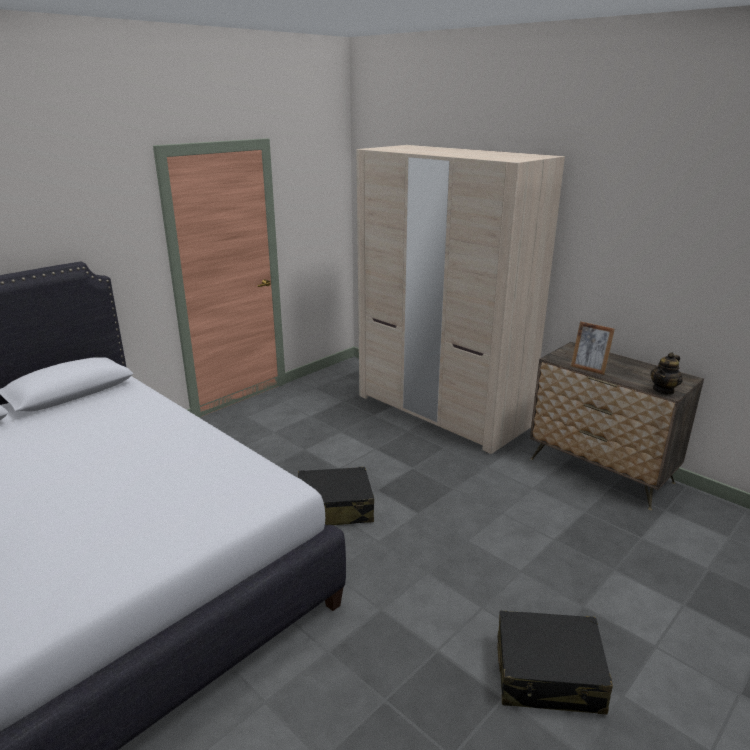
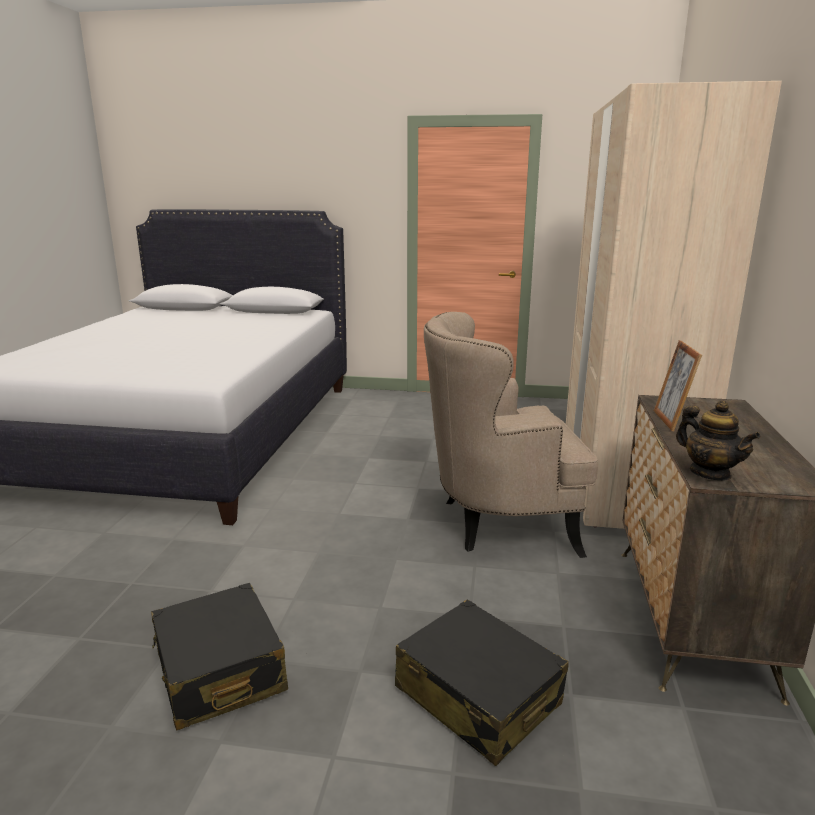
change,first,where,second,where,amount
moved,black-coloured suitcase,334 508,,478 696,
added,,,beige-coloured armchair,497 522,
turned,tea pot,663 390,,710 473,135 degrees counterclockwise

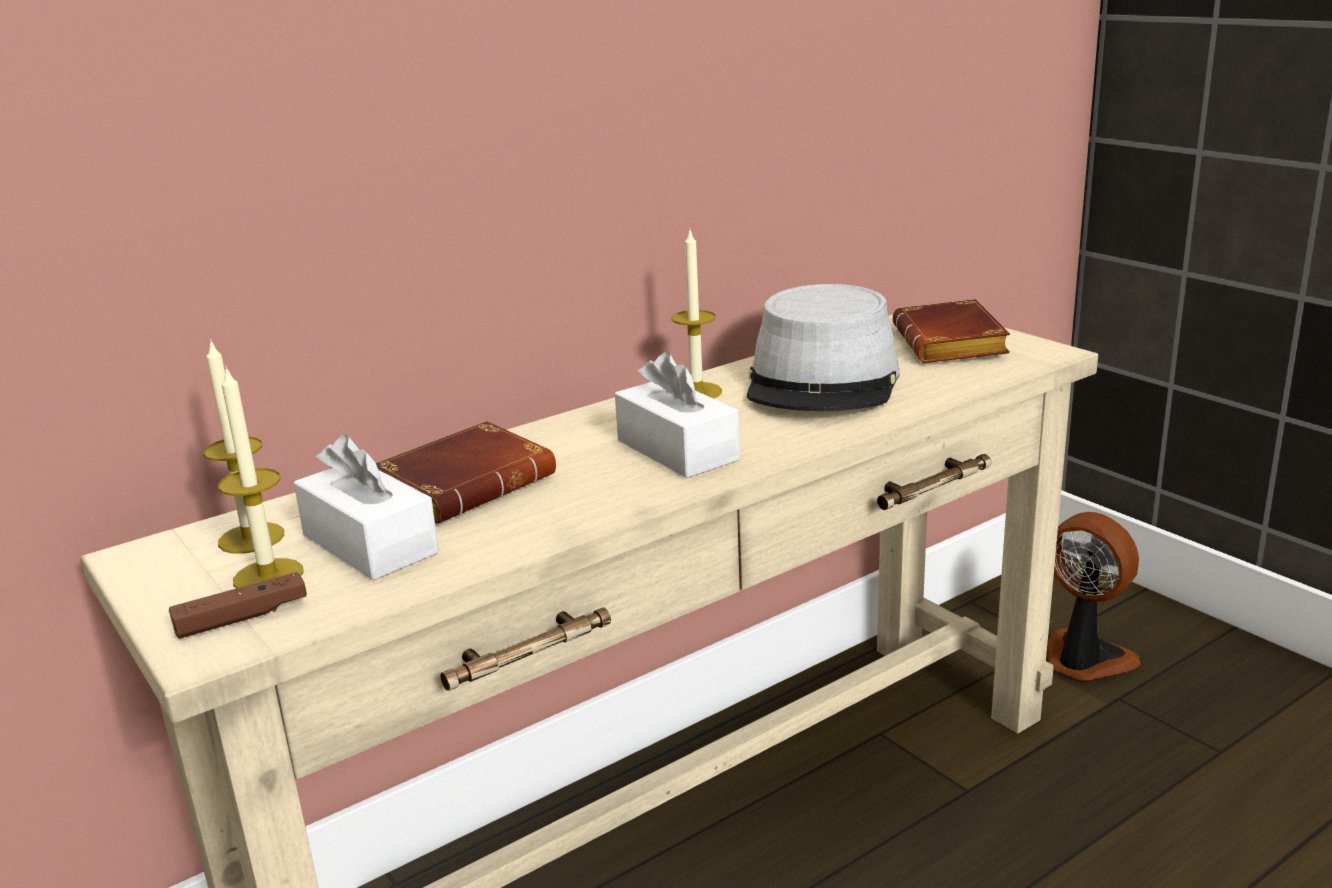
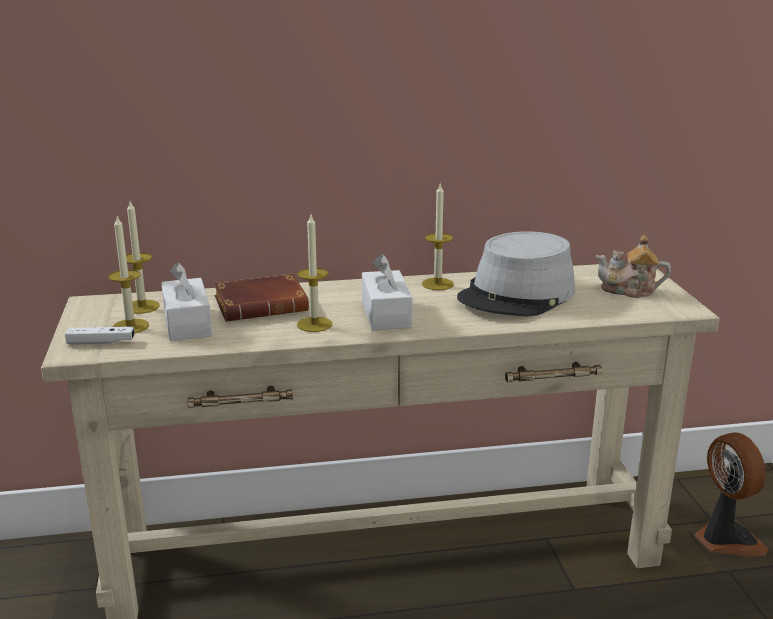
change,first,where,second,where,amount
recoloured,brown joypad,242 618,white joypad,101 342,
added,,,wax candle,314 324,
replaced,brown bound book,953 345,tea pot,629 290,

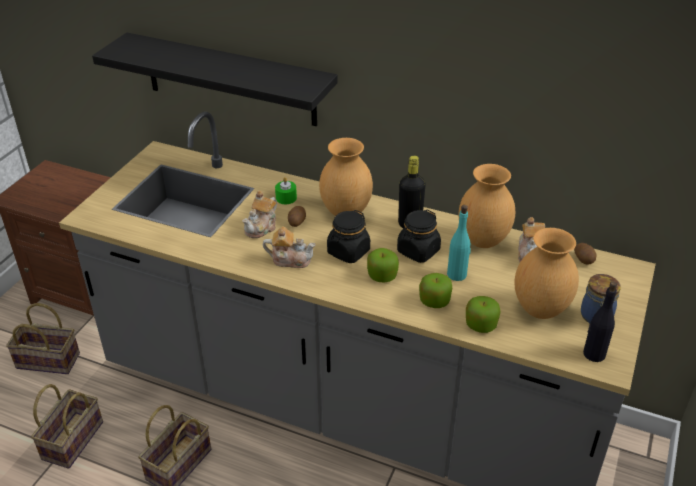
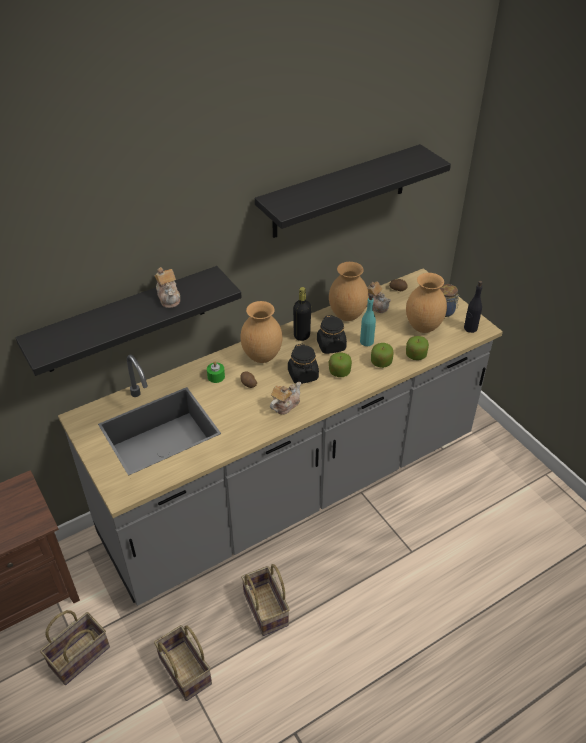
change,first,where,second,where,amount
moved,tea pot,262 227,,169 297,
added,,,black-coloured wall shelf,340 192,

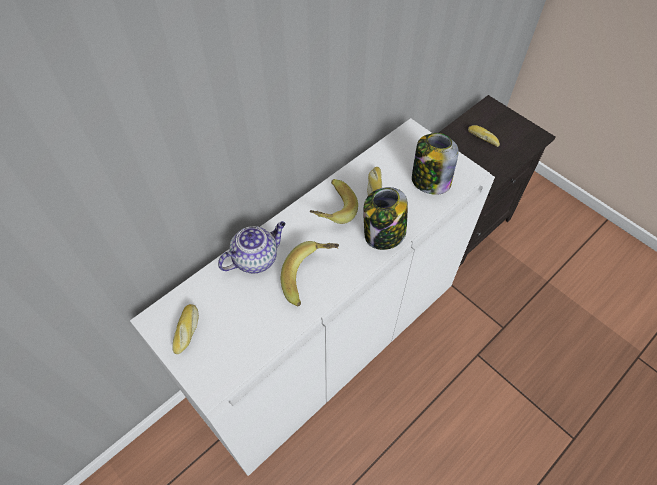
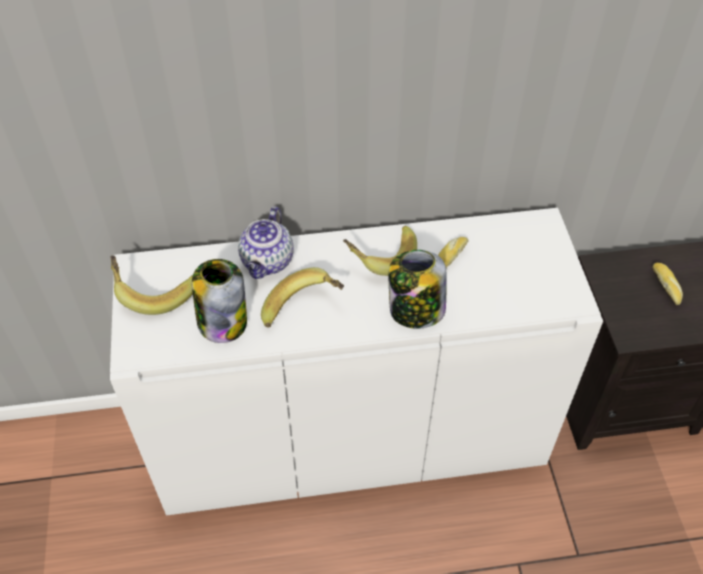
change,first,where,second,where,amount
replaced,baked bread,187 331,banana fruit,153 292,
moved,preserve jar,430 181,,222 321,
turned,tea pot,256 258,,267 262,105 degrees clockwise

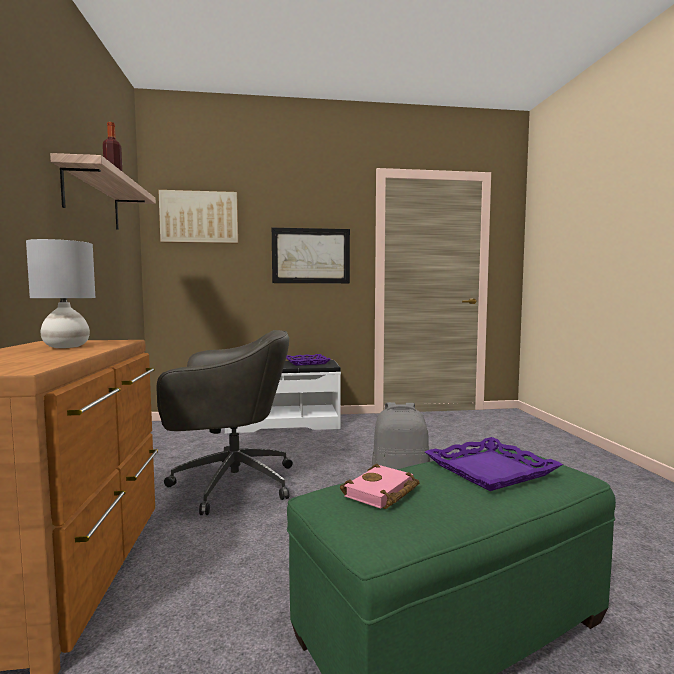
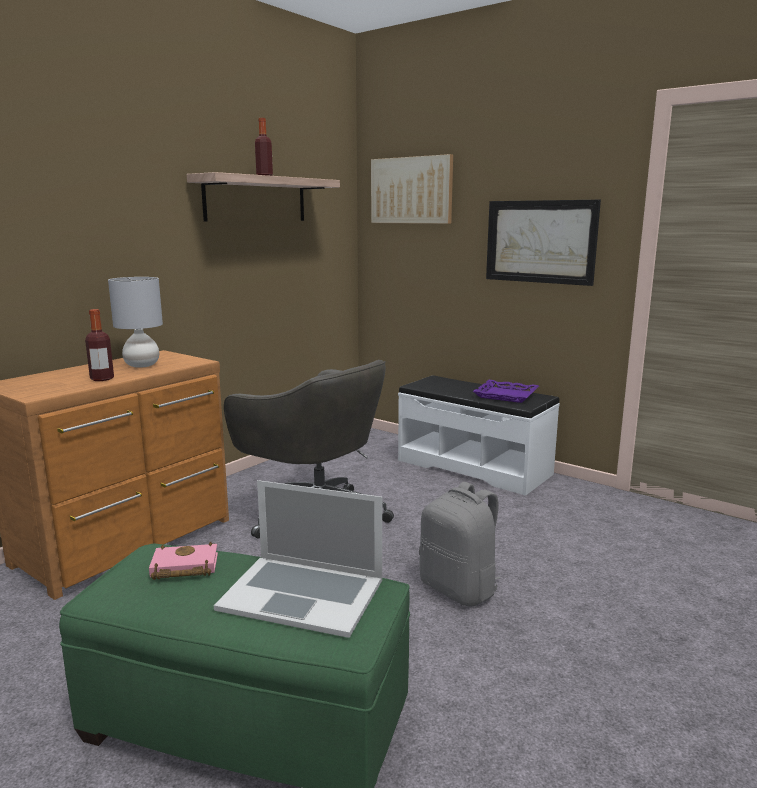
change,first,where,second,where,amount
added,,,drink bottle,102 379,
replaced,purple-coloured serving tray,489 470,portable computer,302 594,

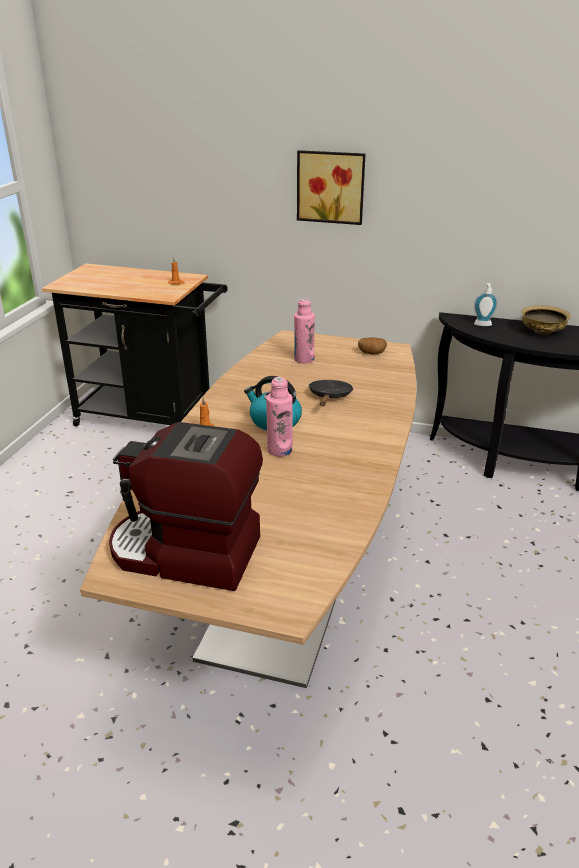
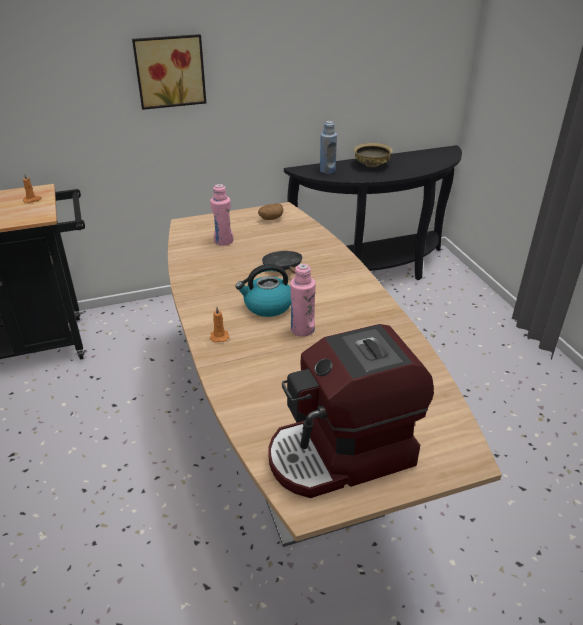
change,first,where,second,where,amount
replaced,liquid soap bottle,482 325,bluish drink bottle,327 170,

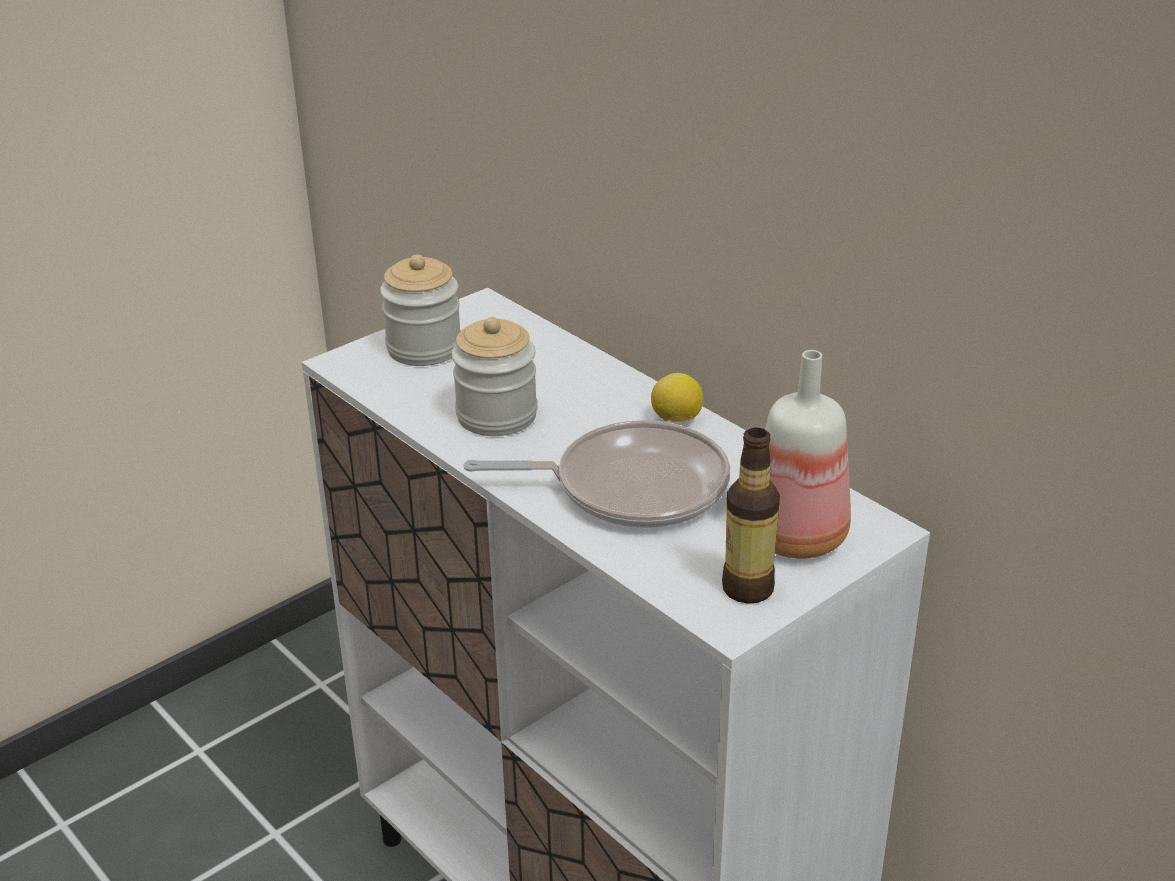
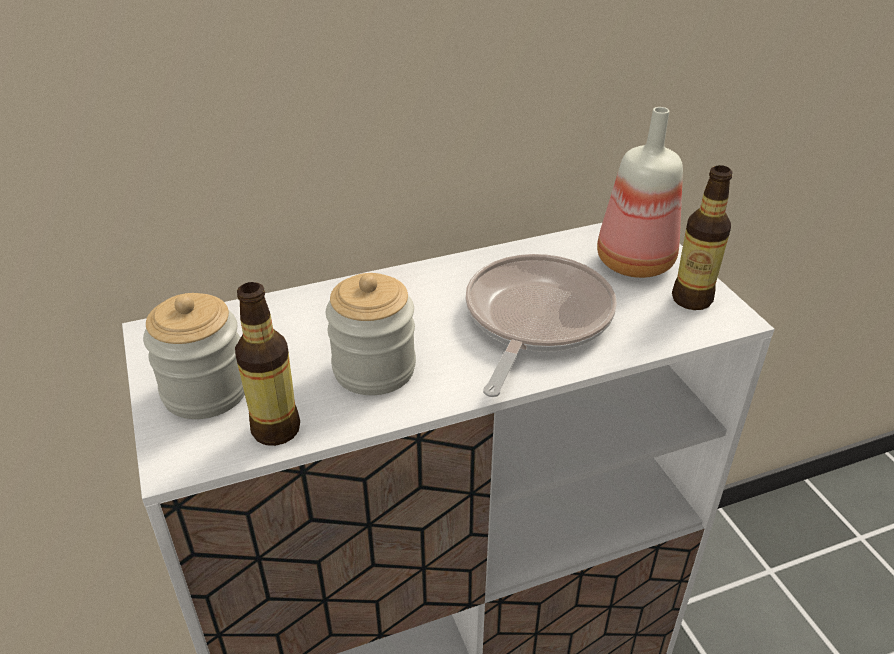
change,first,where,second,where,amount
added,,,drink bottle,275 429,
removed,whole lemon,676 420,,,

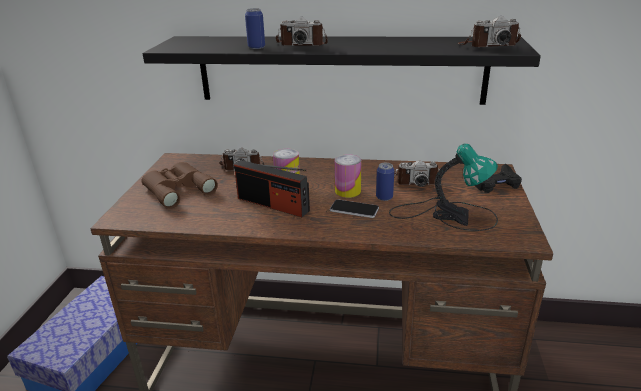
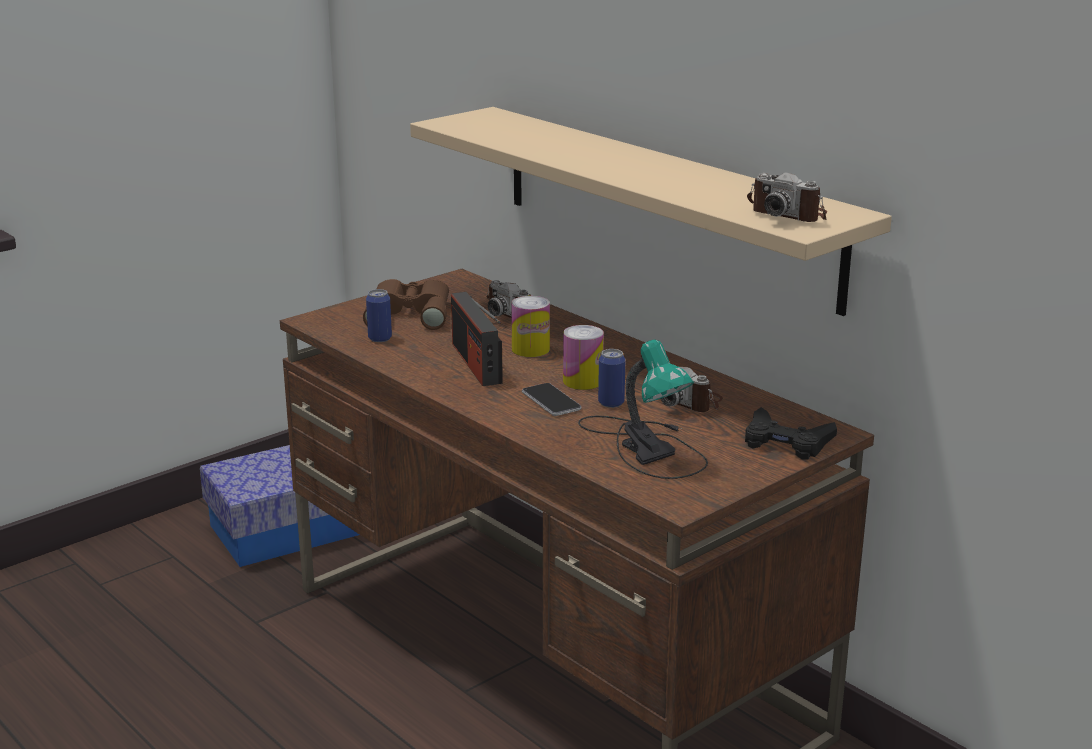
change,first,where,second,where,amount
moved,metal can,256 47,,380 338,
recoloured,black-coloured wall shelf,340 69,beige-coloured wall shelf,665 204,
removed,photo camera,302 45,,,

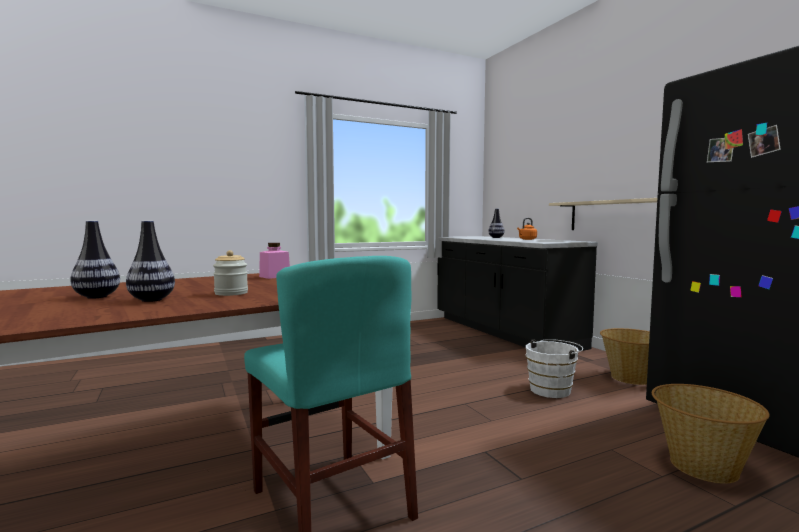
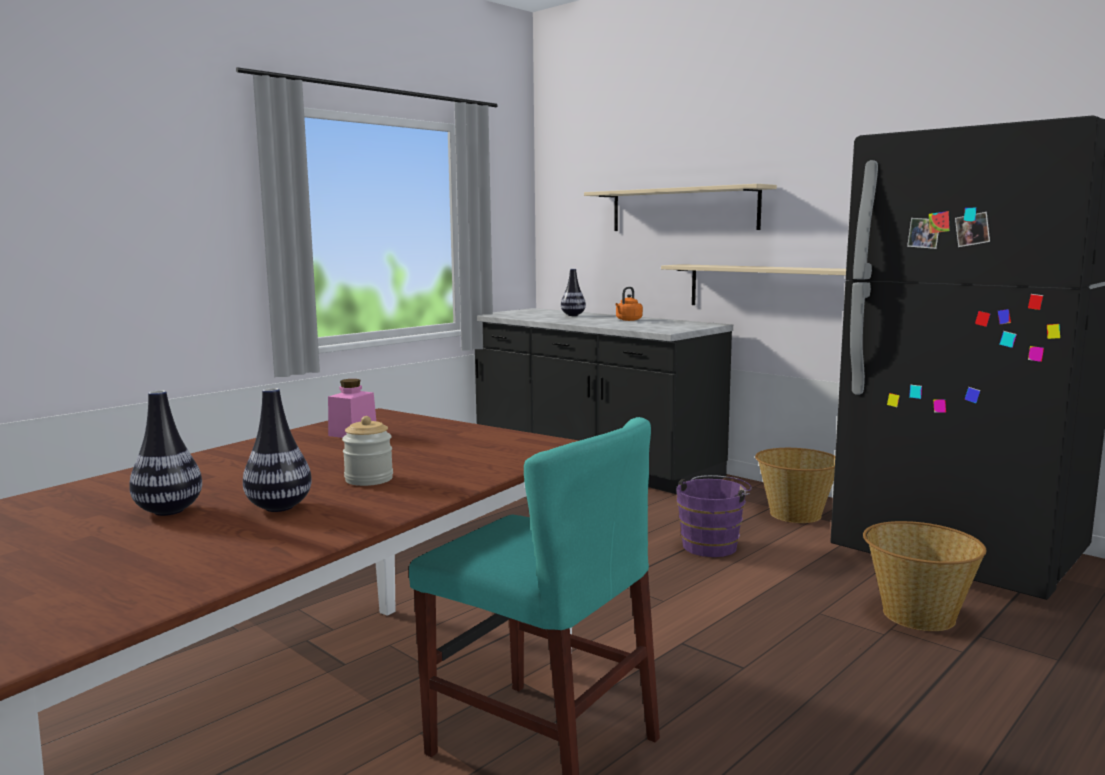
change,first,where,second,where,amount
added,,,beige-coloured wall shelf,683 210,
recoloured,white water bucket,552 390,purple-coloured water bucket,712 545,

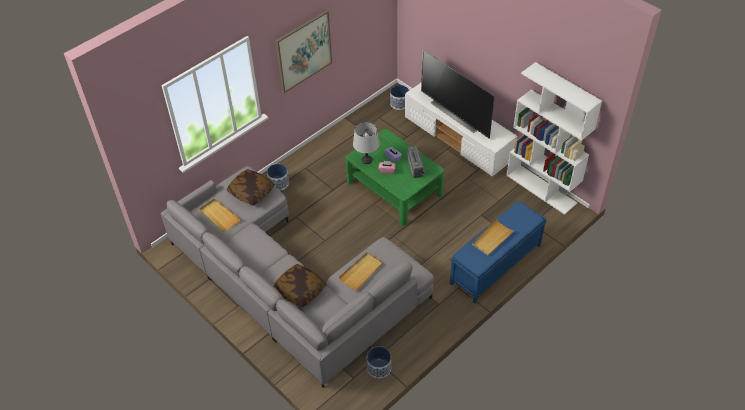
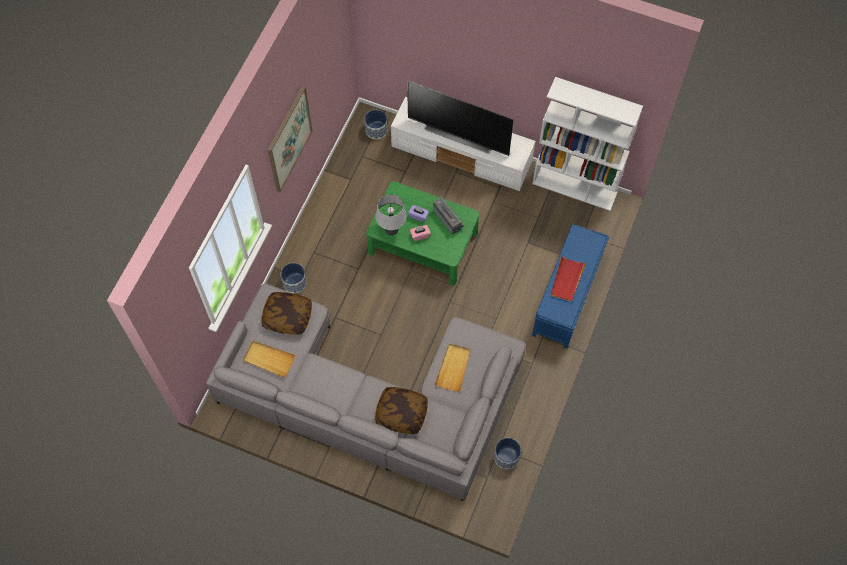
change,first,where,second,where,amount
recoloured,beige-coloured serving tray,492 238,red serving tray,567 280,

